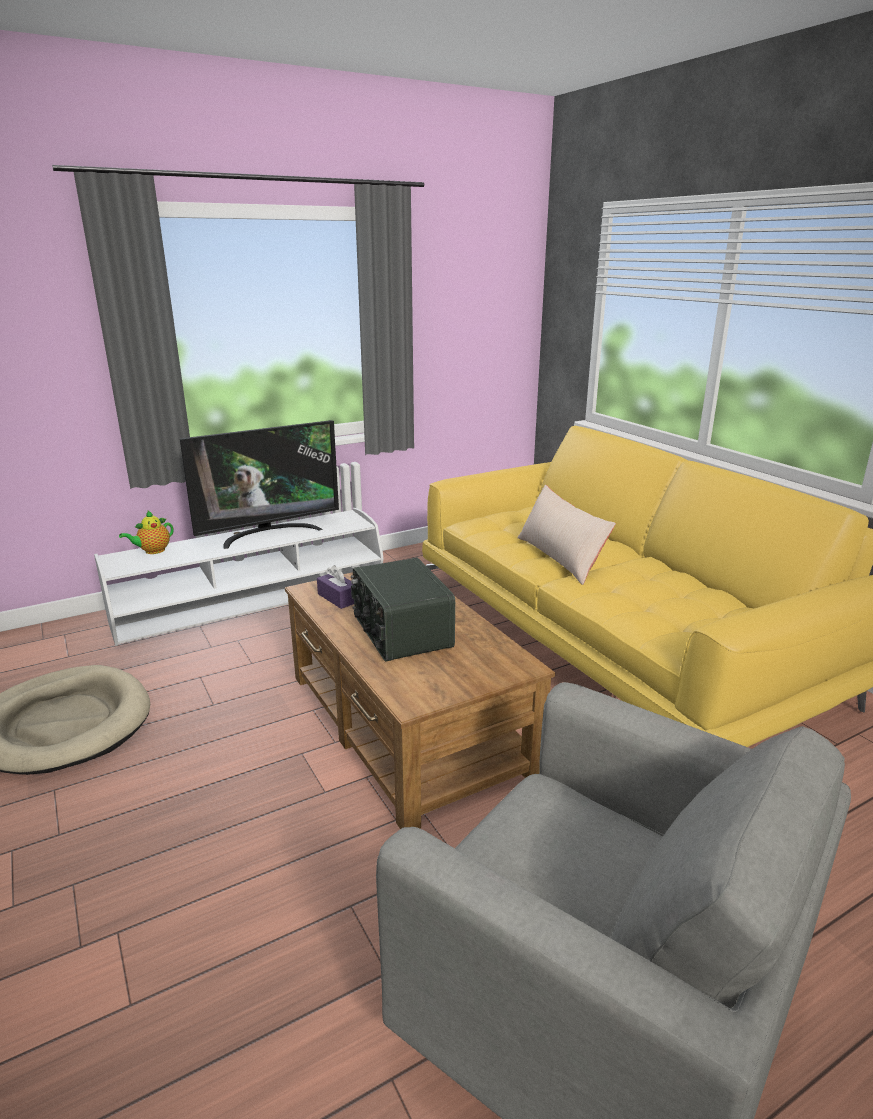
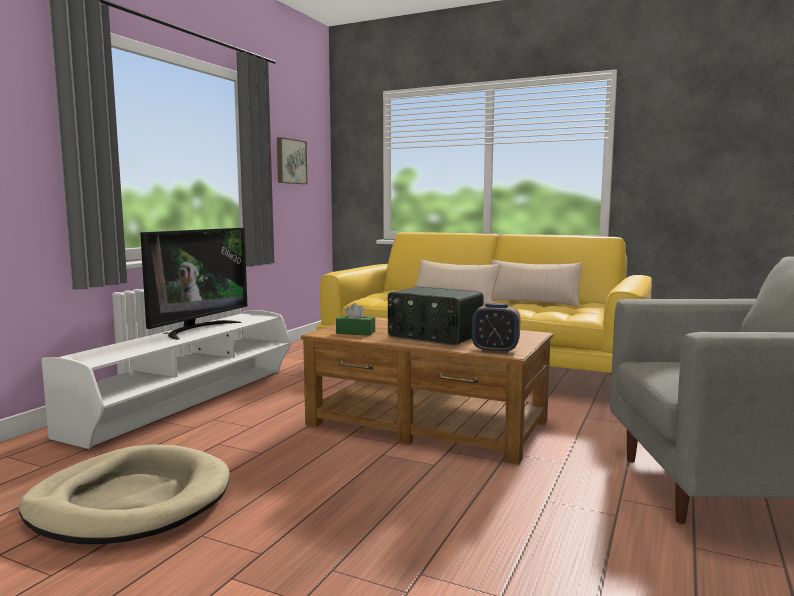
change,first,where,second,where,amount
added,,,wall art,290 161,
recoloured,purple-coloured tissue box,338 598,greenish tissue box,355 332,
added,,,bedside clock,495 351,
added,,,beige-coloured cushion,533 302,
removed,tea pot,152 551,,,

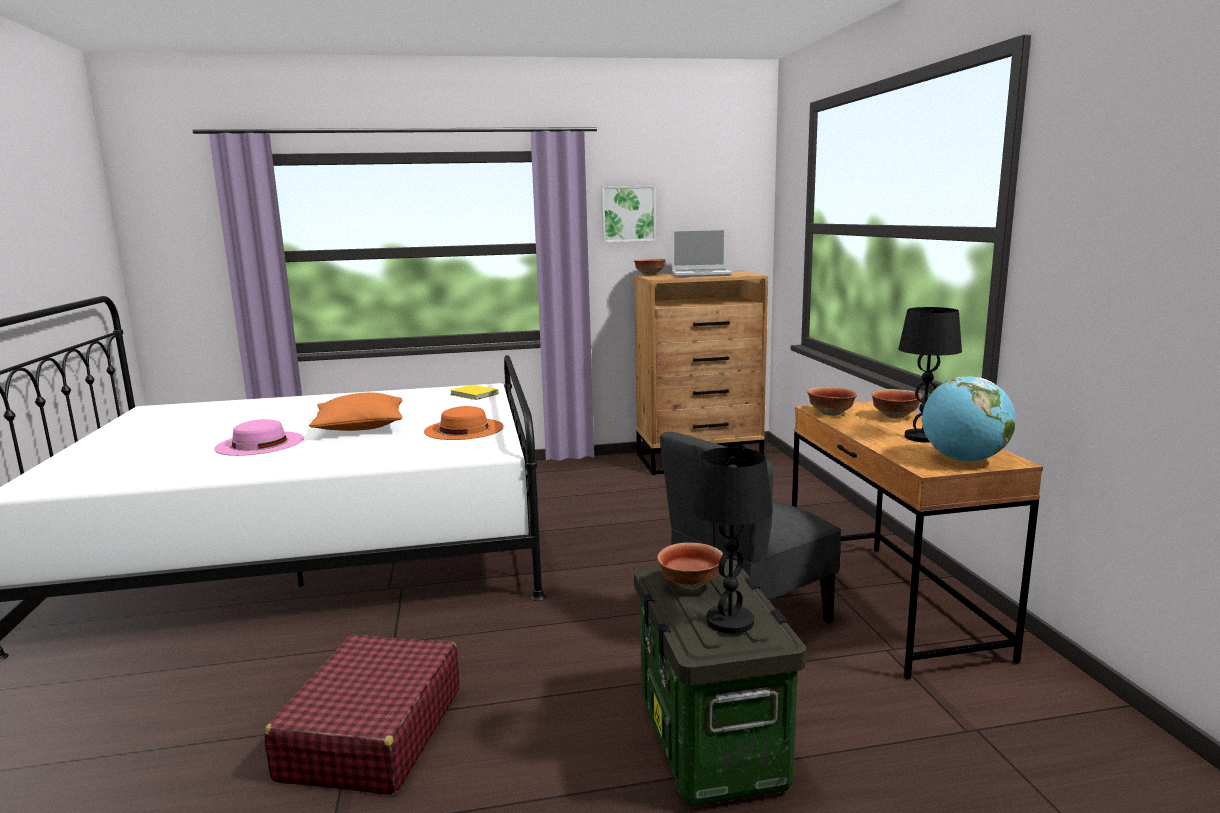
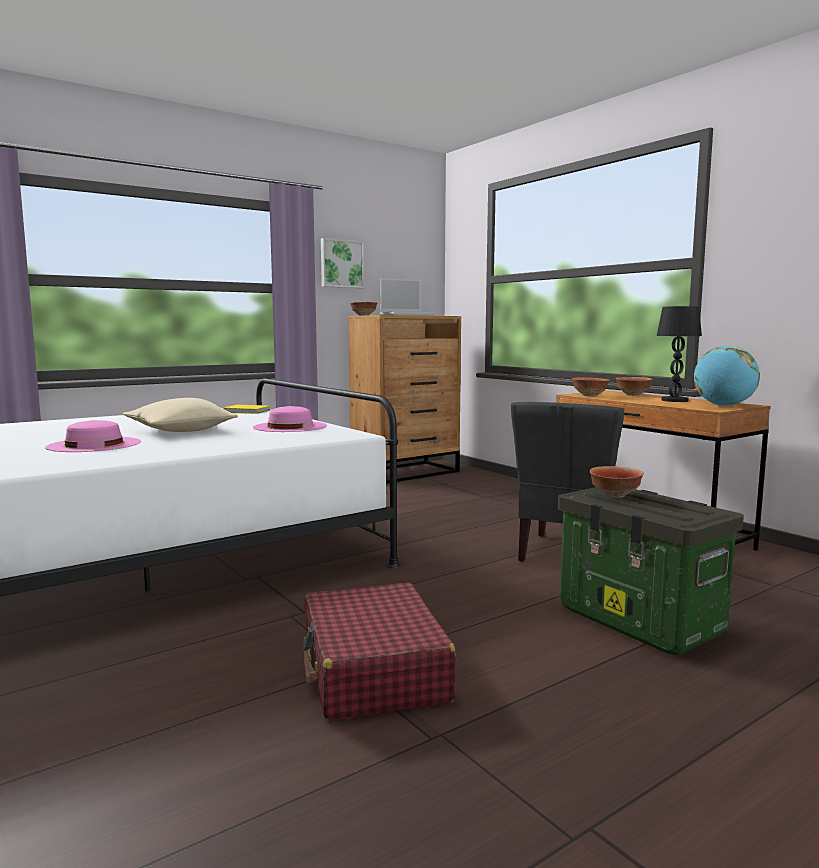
change,first,where,second,where,amount
recoloured,orange cushion,360 427,beige-coloured cushion,180 431,
recoloured,orange hat,464 429,pink hat,290 426,
removed,black-coloured lamp for a table,730 621,,,

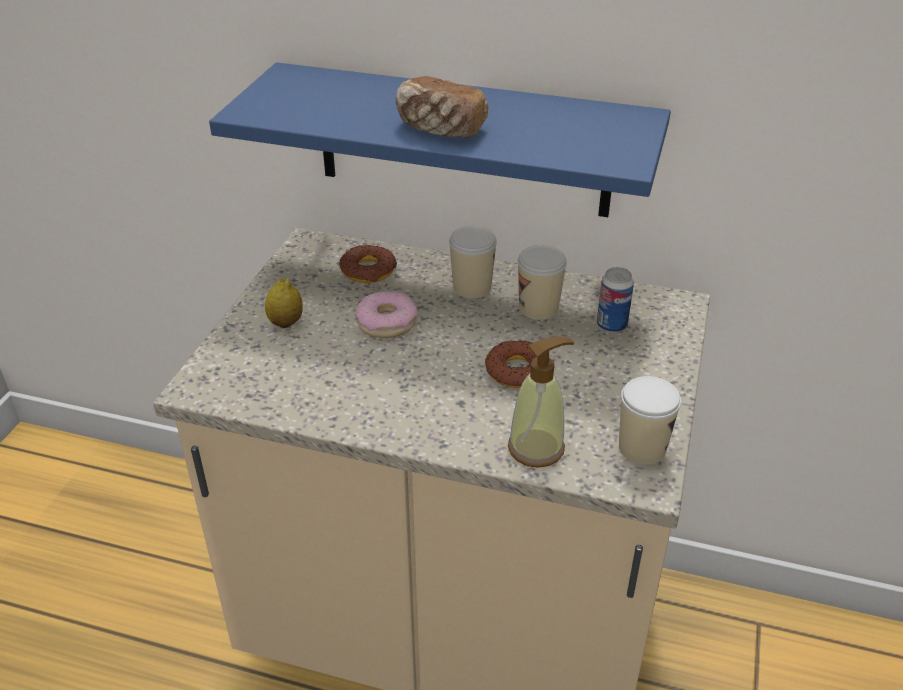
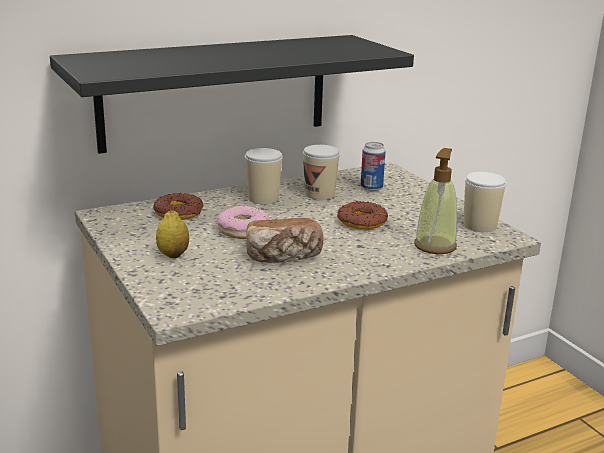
change,first,where,second,where,amount
recoloured,bluish wall shelf,463 141,black-coloured wall shelf,215 92,
moved,baked bread,440 129,,283 257,

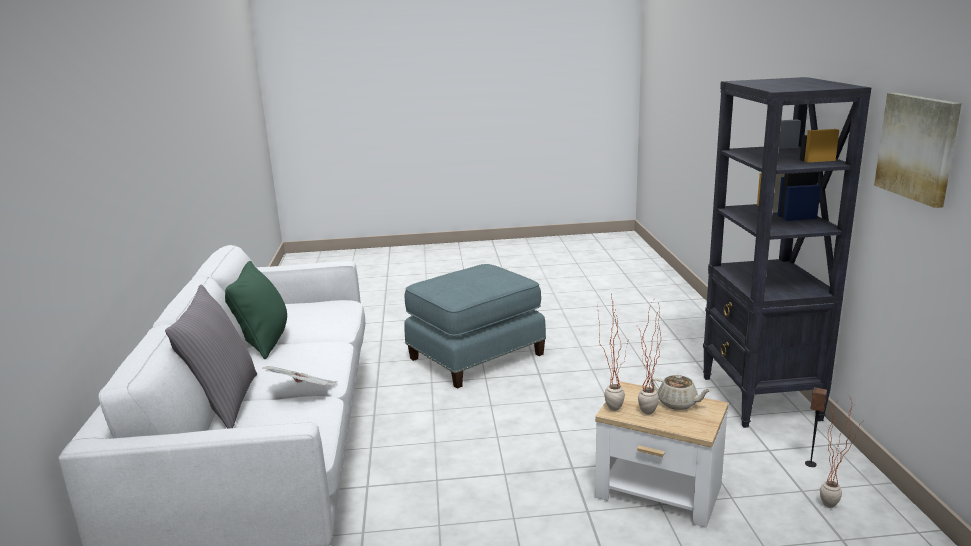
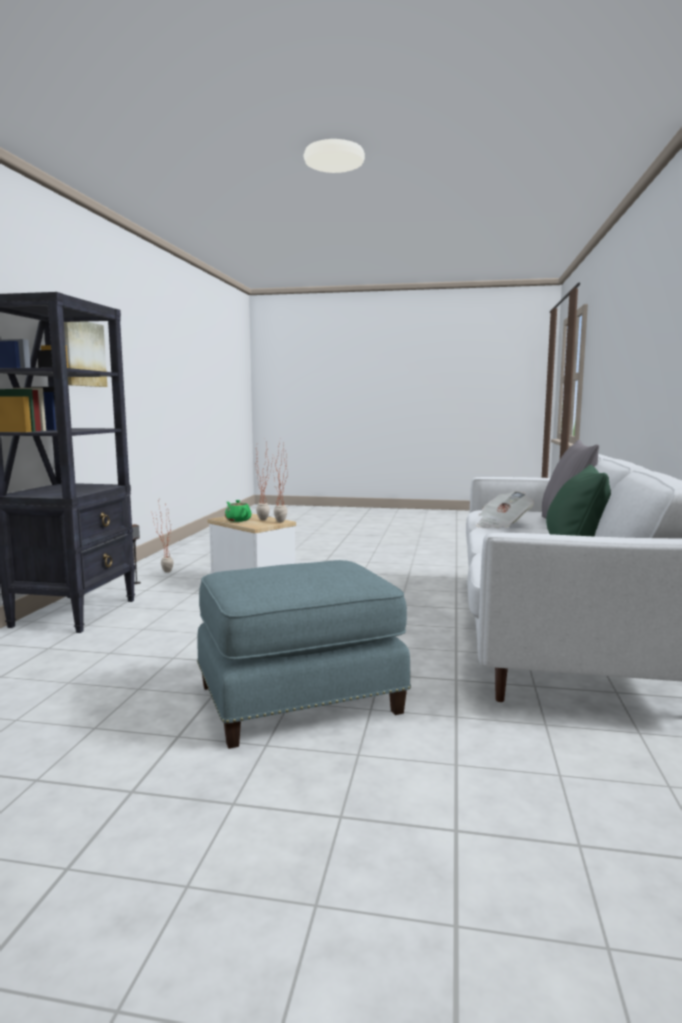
change,first,where,second,where,amount
recoloured,beige-coloured tea pot,678 403,greenish tea pot,238 520,

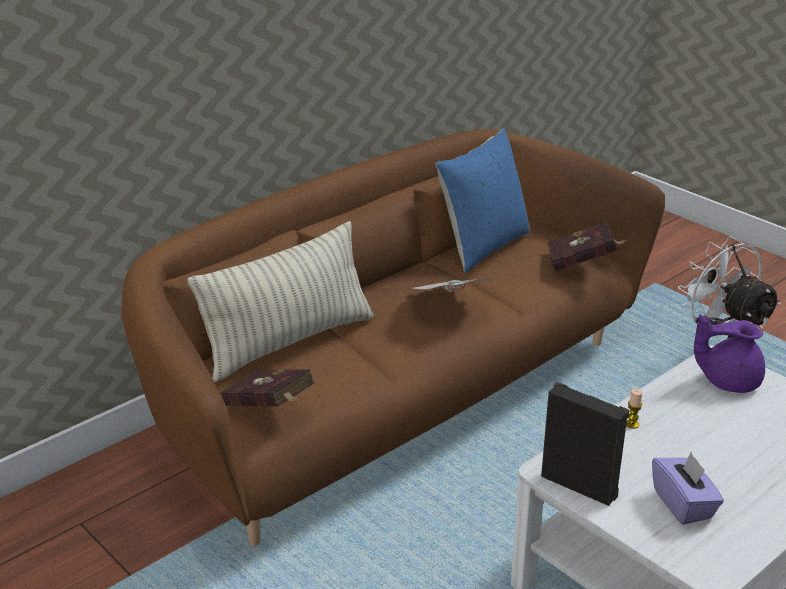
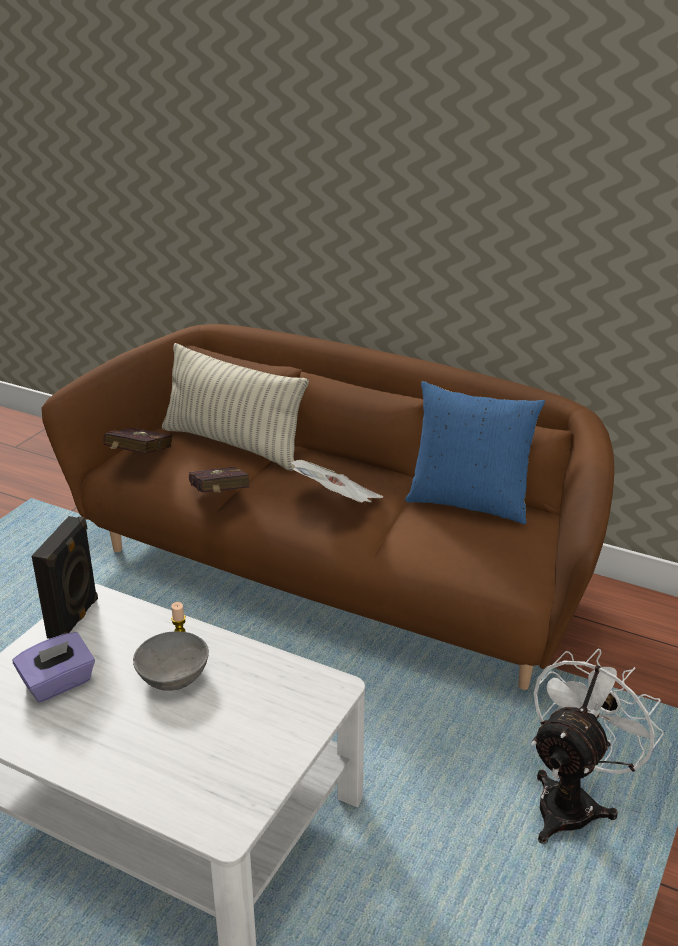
change,first,where,second,where,amount
added,,,gray bowl,174 675,
moved,red bound book,583 263,,219 498,
removed,purple-coloured tea pot,728 380,,,

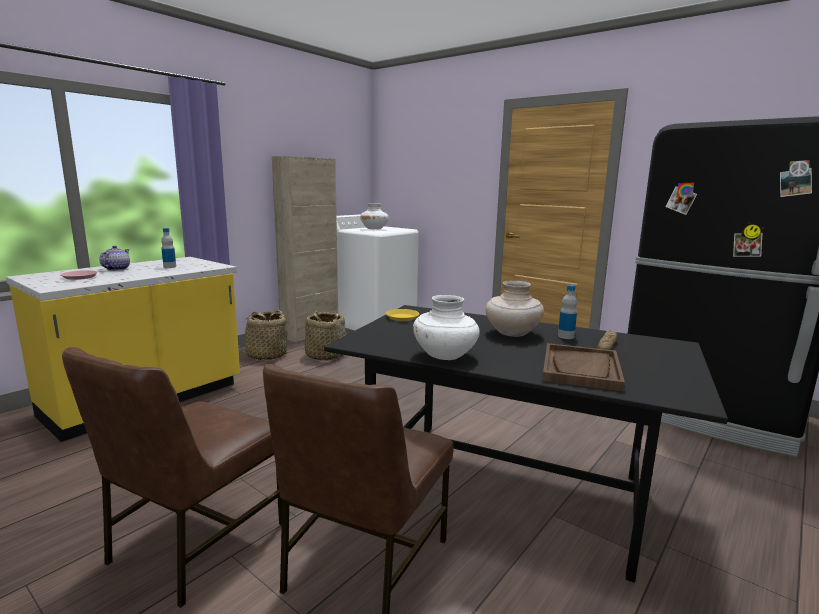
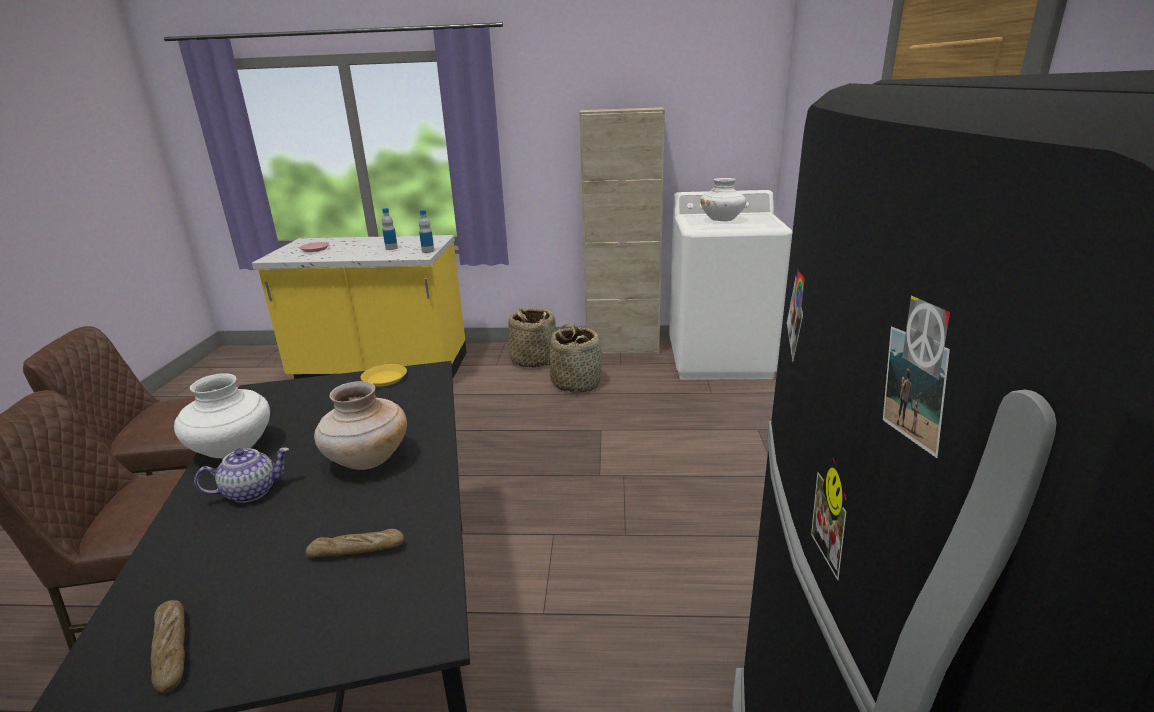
change,first,where,second,where,amount
added,,,baked bread,172 650,
moved,tea pot,116 269,,251 491,
moved,drink bottle,566 336,,428 251,
removed,brown serving tray,581 369,,,

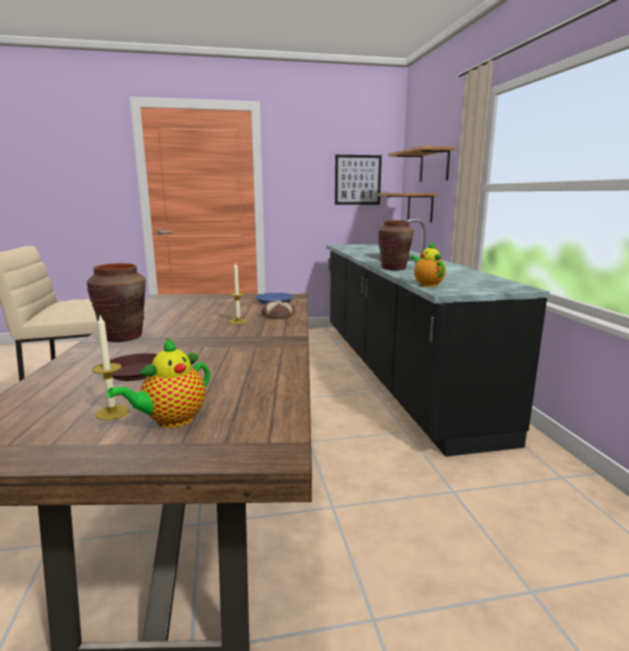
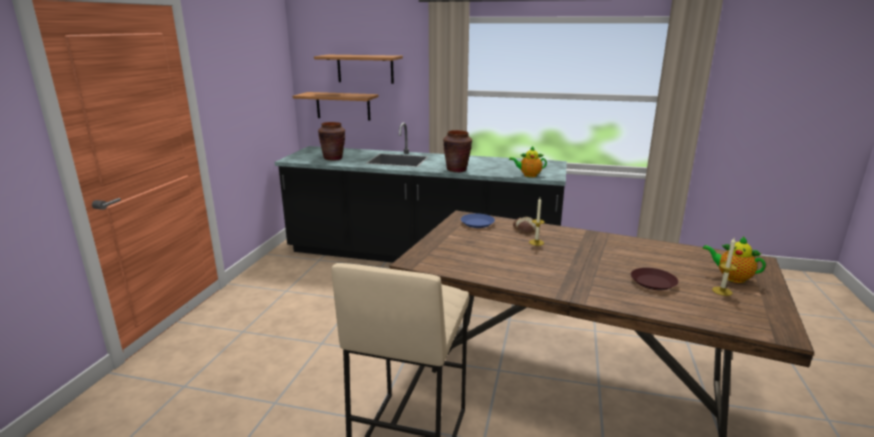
change,first,where,second,where,amount
moved,brown decorative vase,123 337,,333 158,
turned,tea pot,171 421,,731 277,150 degrees clockwise
removed,wall art,357 180,,,

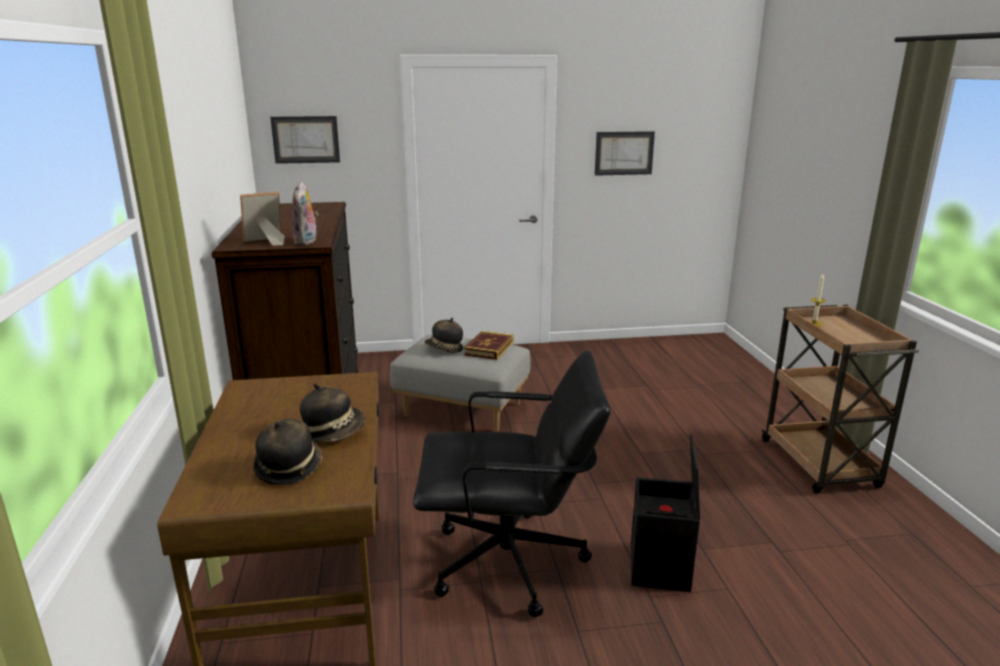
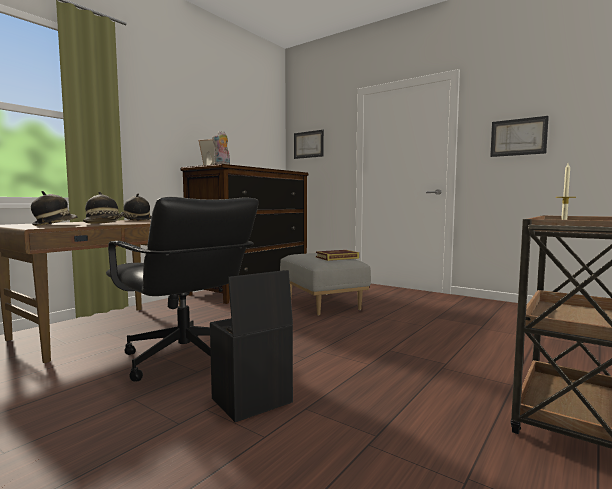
change,first,where,second,where,amount
moved,hat,444 349,,136 220,

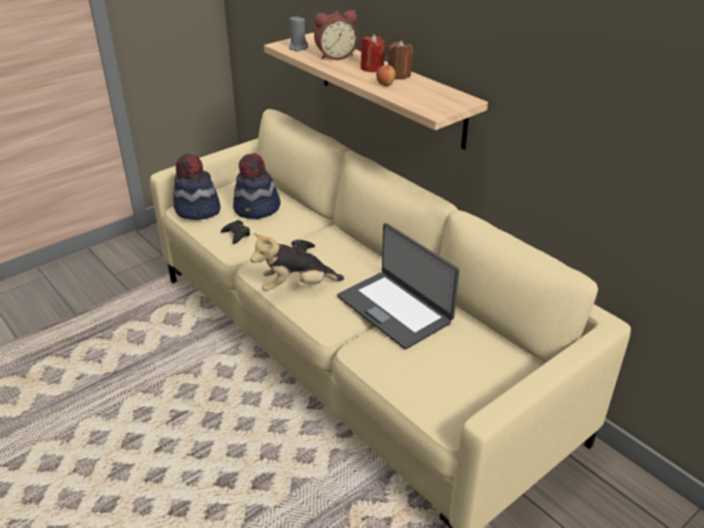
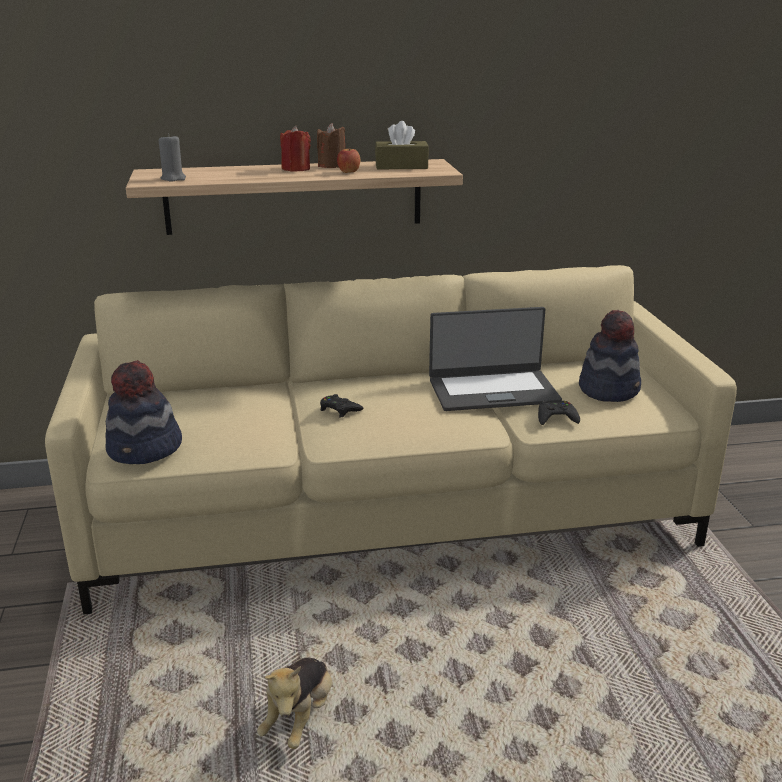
change,first,where,second,where,amount
moved,cuddly toy,296 287,,299 718,
added,,,brown tissue box,401 166,
moved,black-coloured joypad,236 234,,556 417,
moved,hat,257 209,,609 389,
removed,bedside clock,335 56,,,

